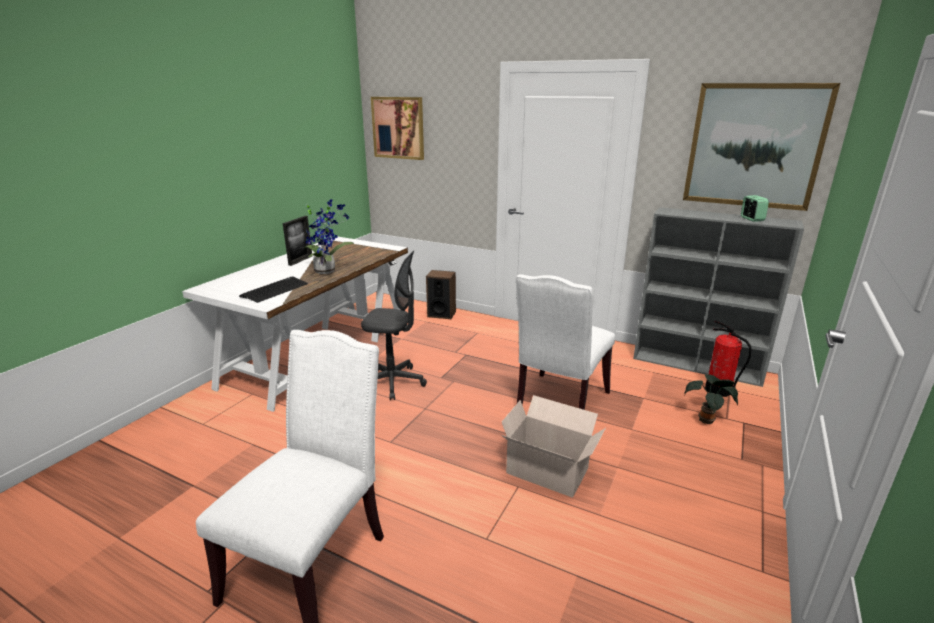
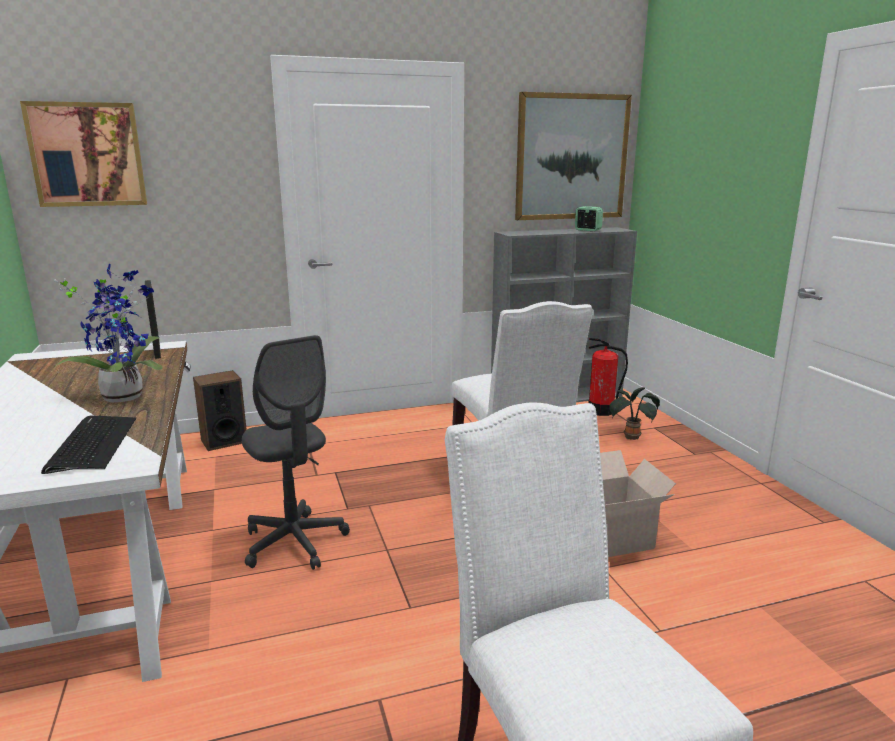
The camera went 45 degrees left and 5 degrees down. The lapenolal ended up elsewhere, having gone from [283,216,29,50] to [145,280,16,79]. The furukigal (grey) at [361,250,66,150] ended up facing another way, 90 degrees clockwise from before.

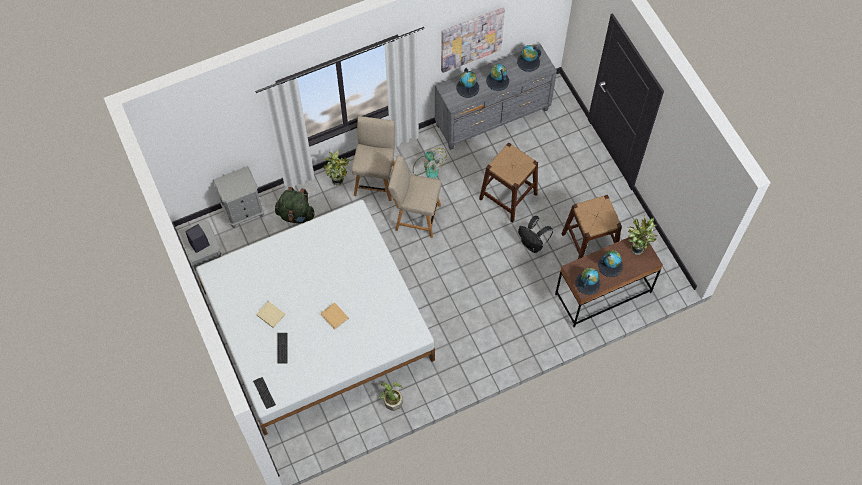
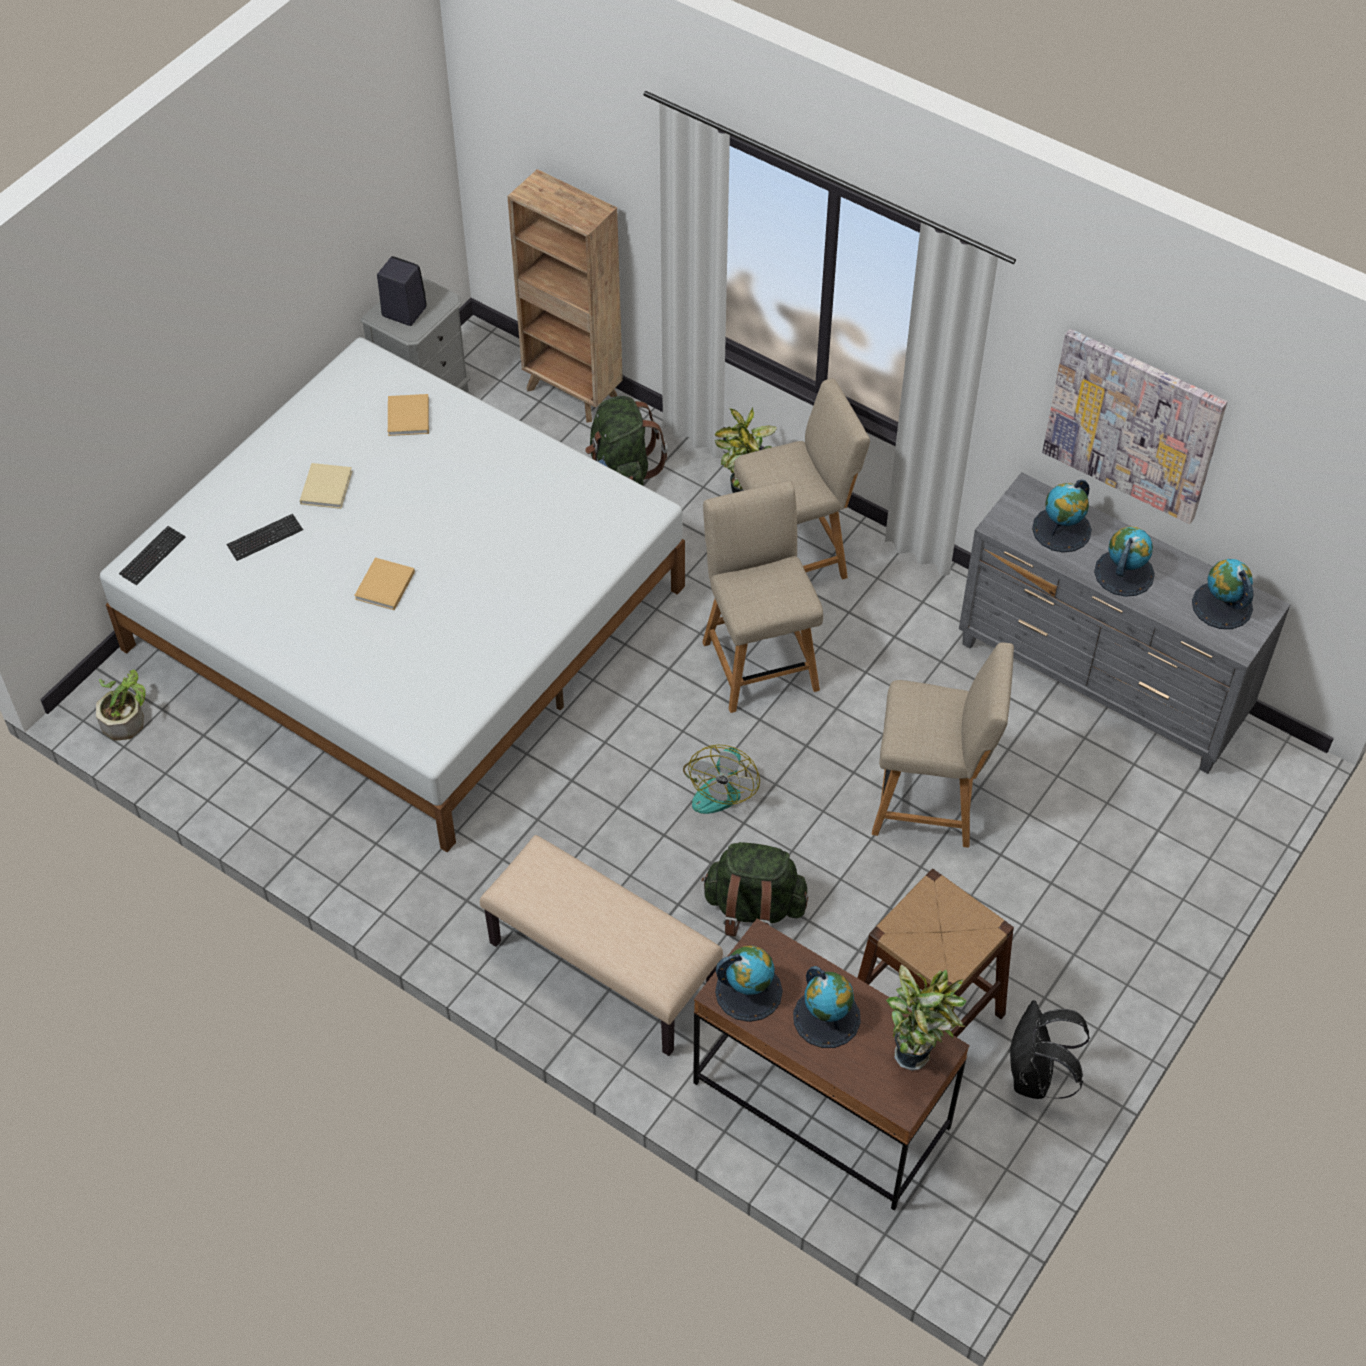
The camera went 60 degrees right and 10 degrees down. Where the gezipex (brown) stood at [479,143,59,80], the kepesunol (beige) came to stand at [872,643,142,205]. The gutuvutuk ended up elsewhere, having gone from [413,148,34,31] to [683,744,77,70]. Where the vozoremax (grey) stood at [213,166,51,62], the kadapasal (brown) came to stand at [507,169,116,253]. The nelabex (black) ended up elsewhere, having gone from [518,216,35,37] to [1009,1000,81,99]. The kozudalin ended up elsewhere, having gone from [378,382,25,29] to [96,669,50,72]. The second view gained the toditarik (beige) at [388,394,41,42]. The second view gained the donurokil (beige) at [480,835,243,221]. The second view gained the nelabex (green) at [701,842,107,95].

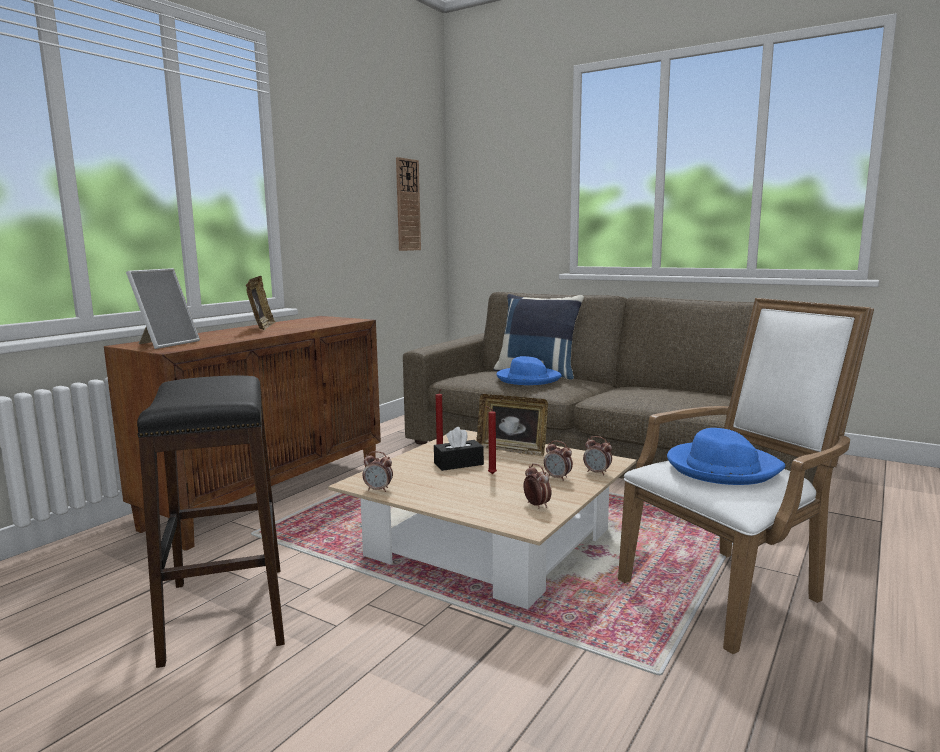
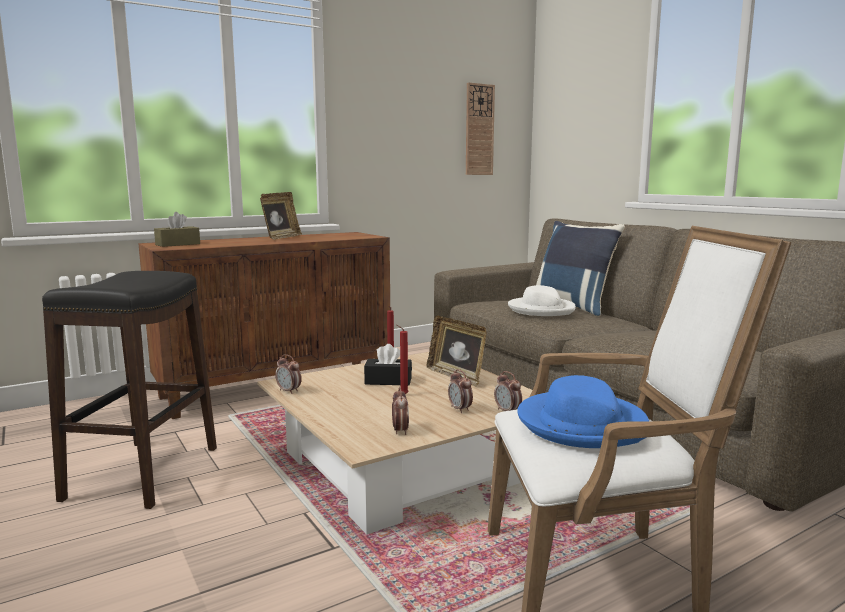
The camera went 25 degrees right and 0 degrees up. Where the lapenolal stood at [126,268,74,81], the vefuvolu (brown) came to stand at [154,212,46,35]. What was the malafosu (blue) at [496,356,66,29] turned into the malafosu (white) at [508,285,68,31].

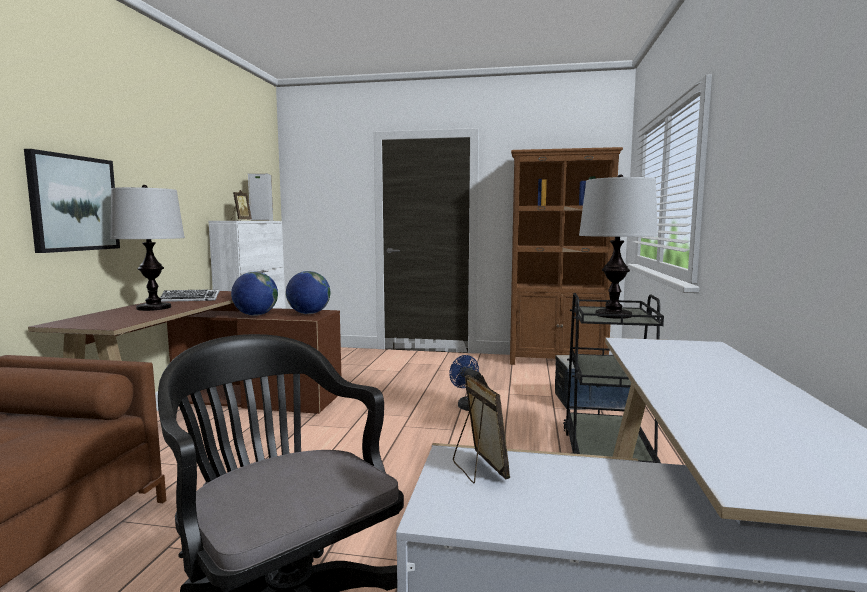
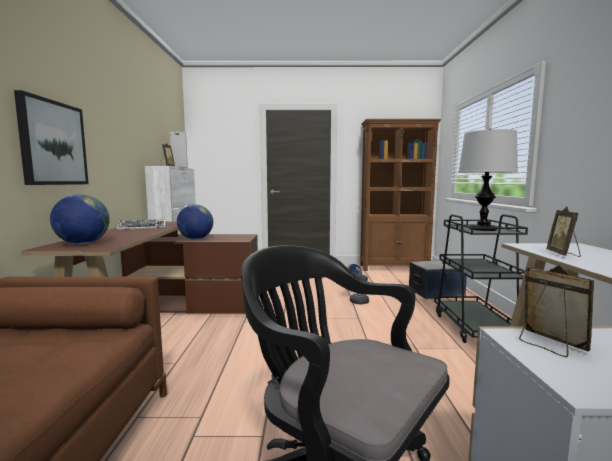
The camera went 10 degrees left and 0 degrees up. The second view lost the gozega at [110,185,75,126]. The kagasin ended up elsewhere, having gone from [286,271,44,43] to [50,194,60,50]. The second view gained the lapenolal at [546,207,35,50].

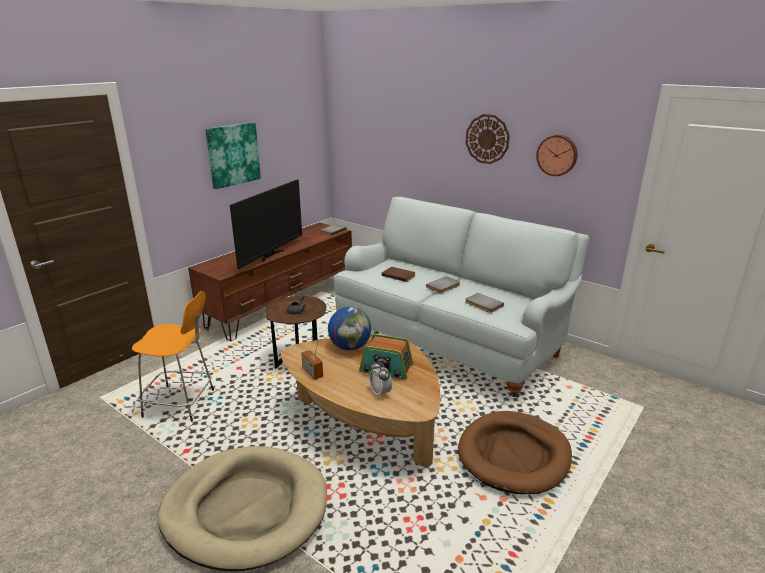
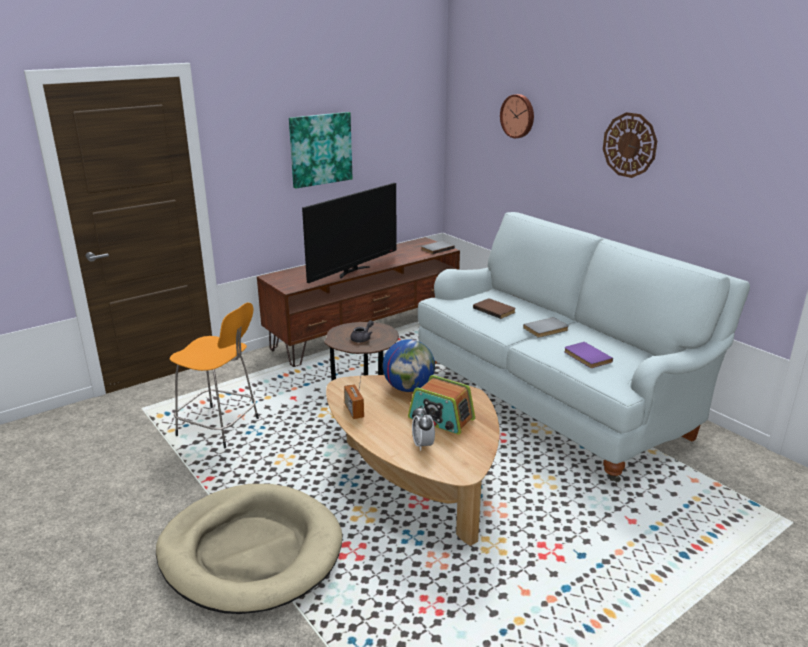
The camera went 15 degrees right and 0 degrees up. The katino ended up elsewhere, having gone from [536,135,41,41] to [500,94,34,44]. What was the toditarik (grey) at [465,293,39,20] turned into the toditarik (purple) at [564,342,49,26]. The second view lost the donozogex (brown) at [458,411,114,83].

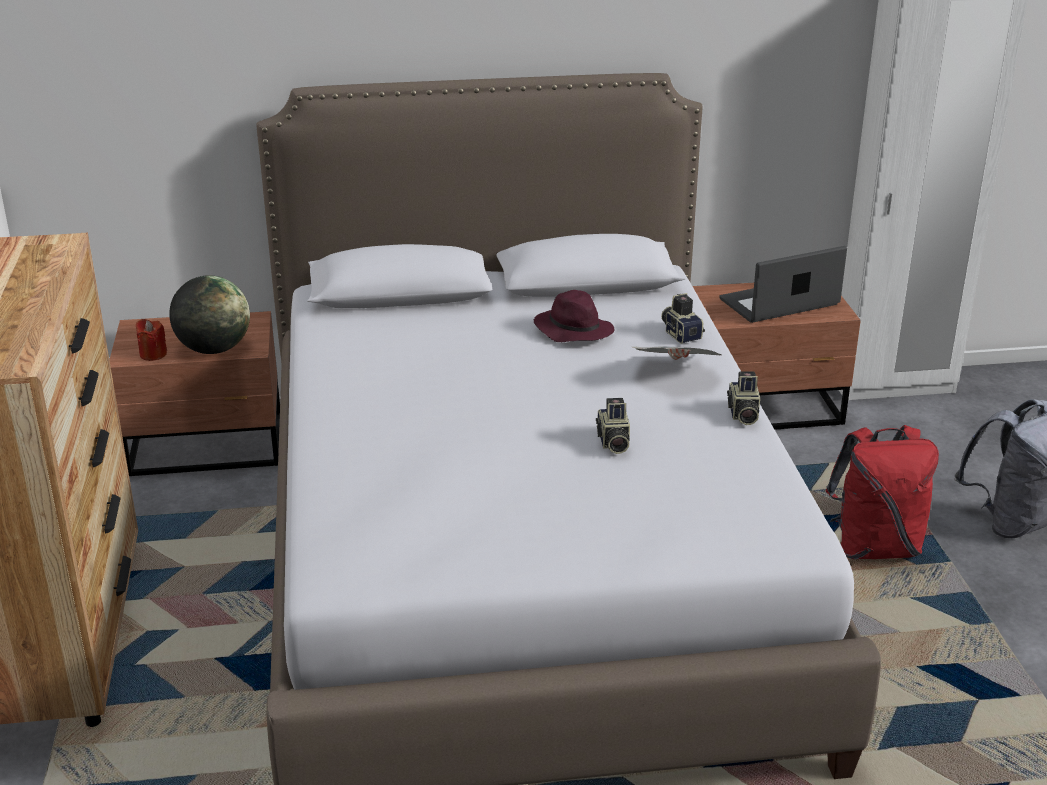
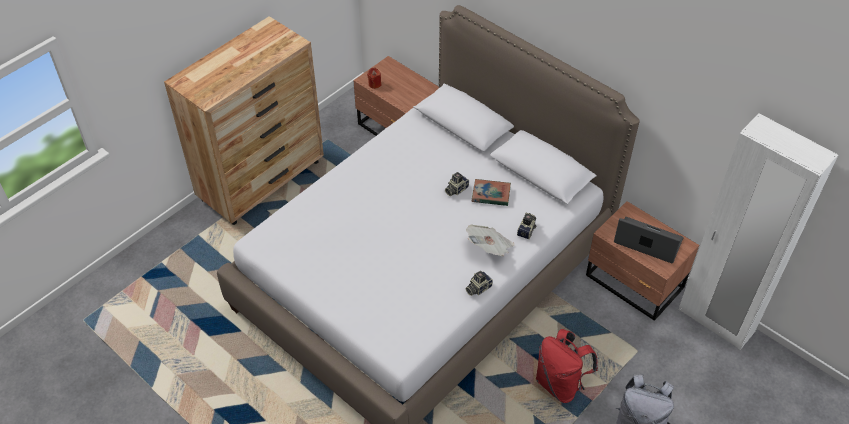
The camera went 50 degrees right and 20 degrees up. The second view lost the kagasin at [169,275,81,79]. Where the malafosu (purple) stood at [534,290,80,52], the toditarik came to stand at [472,179,39,27]. The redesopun ended up elsewhere, having gone from [596,398,34,56] to [445,172,24,24].

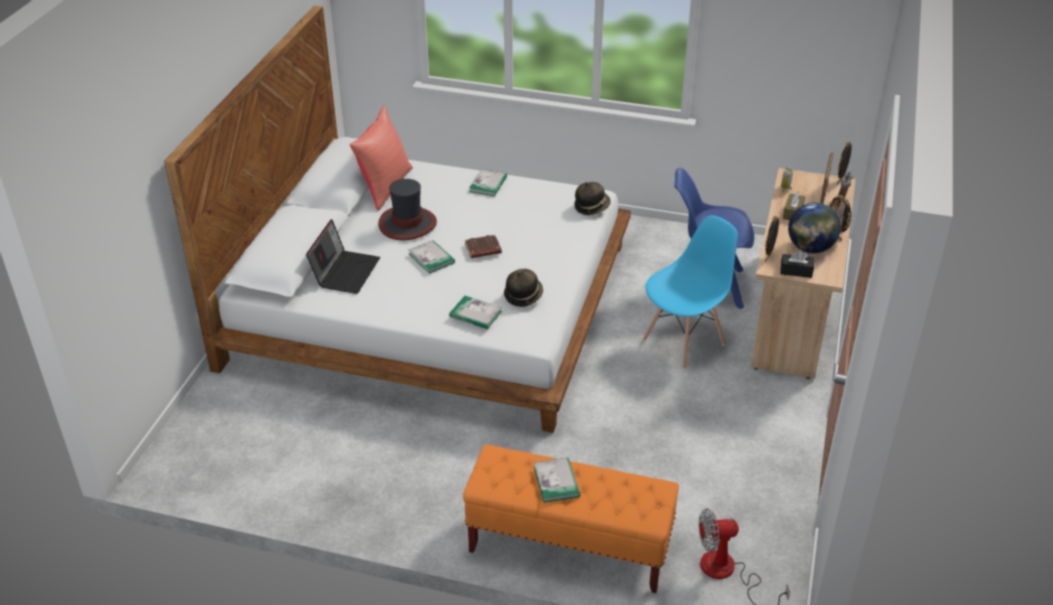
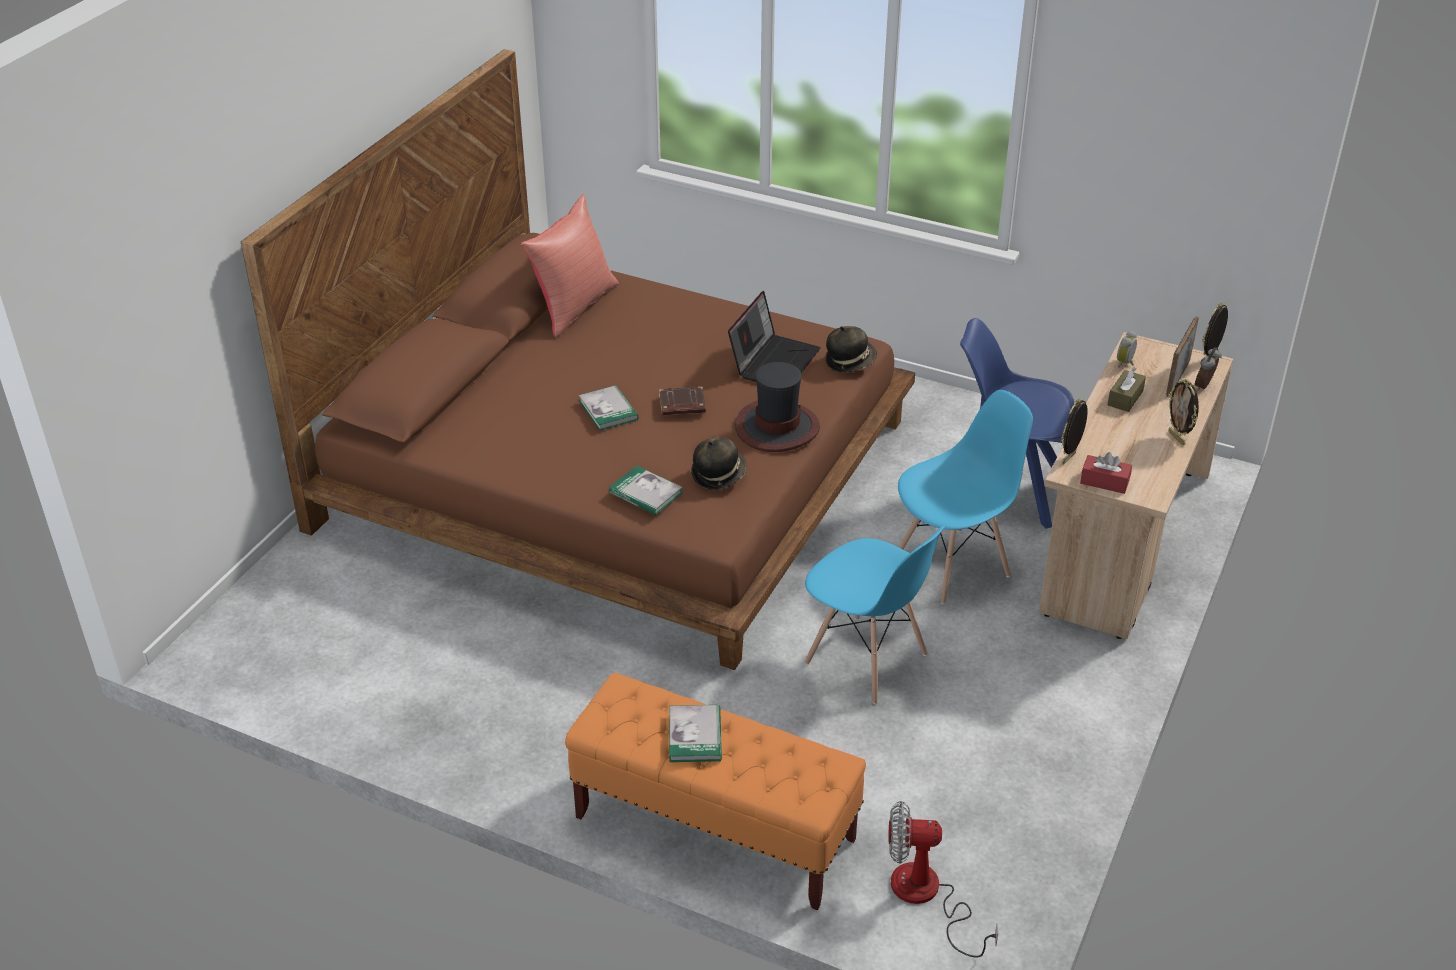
The camera went 10 degrees right and 0 degrees up. What was the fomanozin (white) at [164,5,467,428] turned into the fomanozin (brown) at [241,49,674,621]. The second view lost the toditarik at [469,169,38,27]. The malafosu ended up elsewhere, having gone from [378,179,59,62] to [735,362,85,90]. The second view lost the kagasin at [788,203,53,50]. The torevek ended up elsewhere, having gone from [306,219,74,75] to [728,291,93,91]. What was the vefuvolu (black) at [780,250,34,28] turned into the vefuvolu (red) at [1080,452,52,42]. The second view gained the kepesunol (blue) at [804,523,143,181].

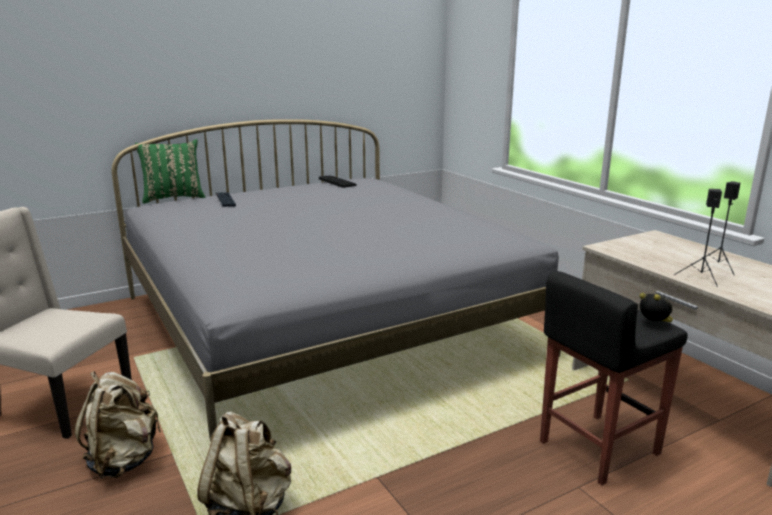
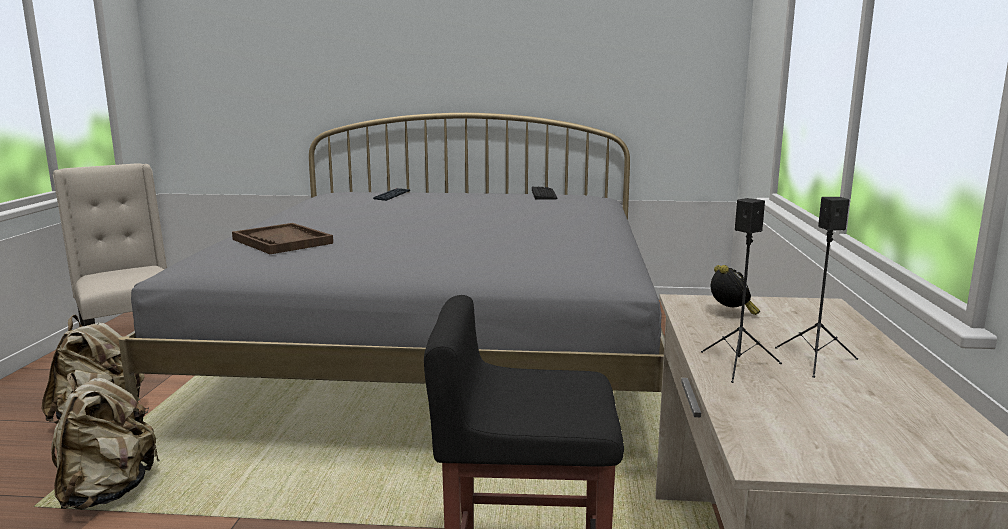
The camera went 35 degrees right and 5 degrees down. The second view lost the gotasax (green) at [135,139,71,65]. The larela ended up elsewhere, having gone from [639,293,34,29] to [711,265,49,50]. The second view gained the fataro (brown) at [232,223,101,31].

